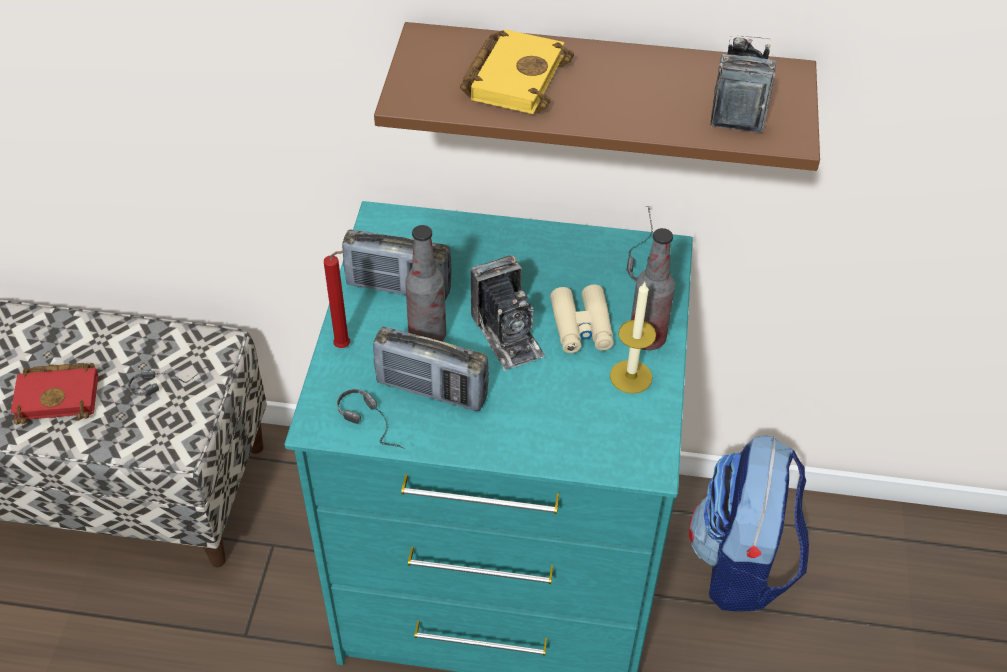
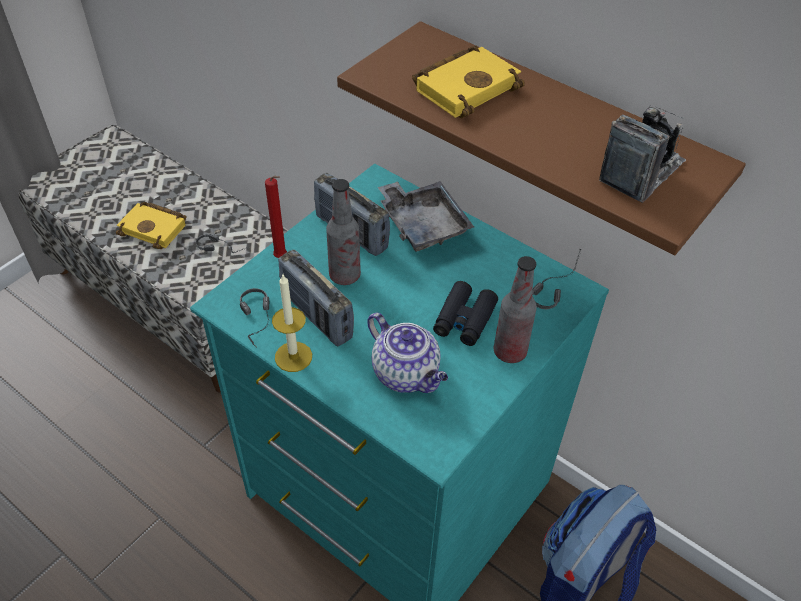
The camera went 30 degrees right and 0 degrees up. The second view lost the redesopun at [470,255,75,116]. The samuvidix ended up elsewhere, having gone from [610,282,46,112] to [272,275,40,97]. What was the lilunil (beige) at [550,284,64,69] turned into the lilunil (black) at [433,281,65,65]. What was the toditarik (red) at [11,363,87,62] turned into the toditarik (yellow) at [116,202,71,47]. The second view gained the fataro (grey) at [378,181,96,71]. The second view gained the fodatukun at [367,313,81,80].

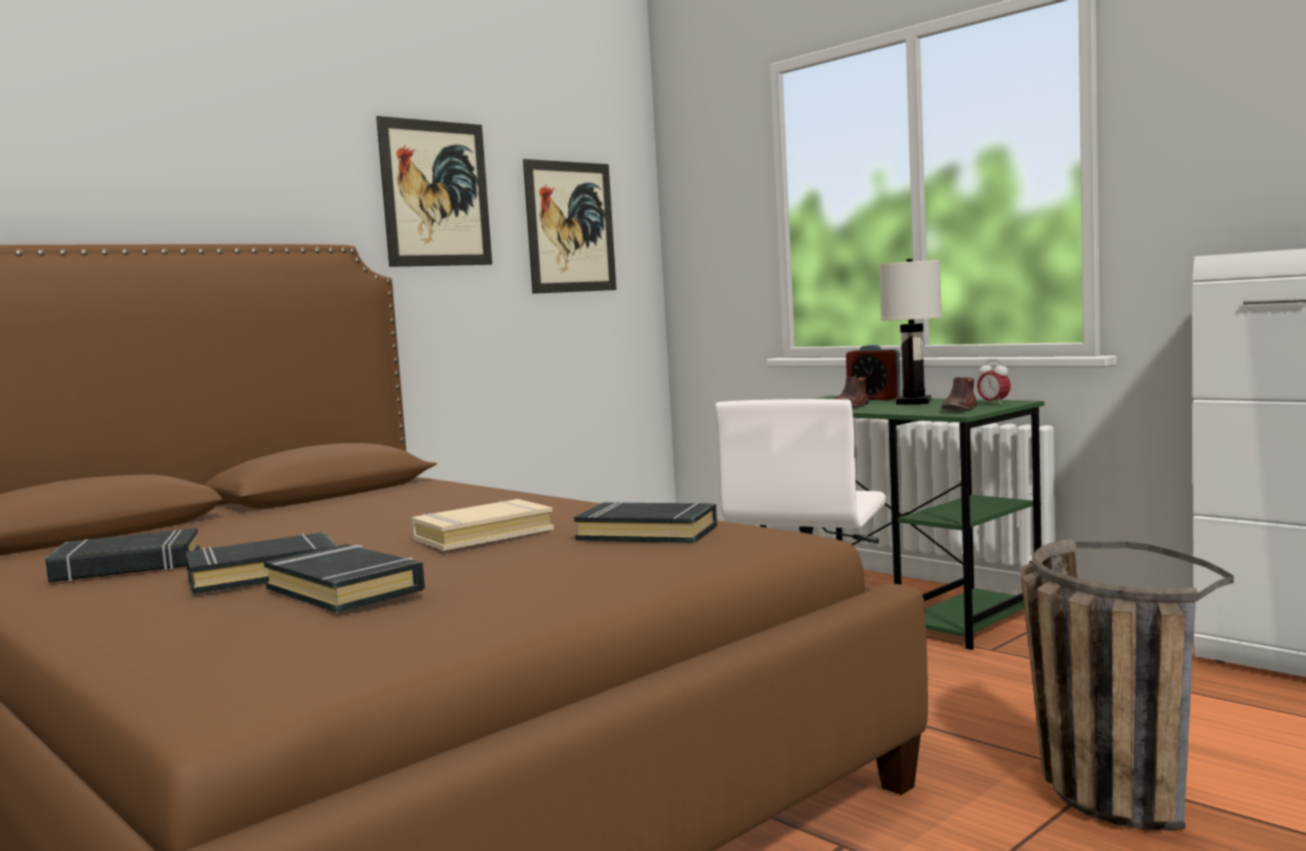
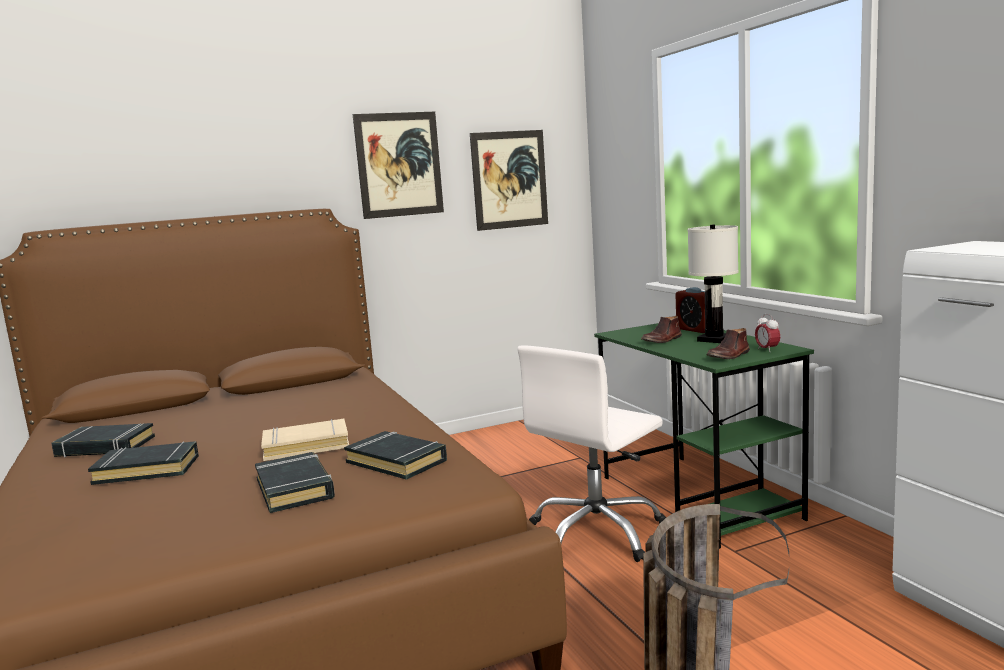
The camera went 20 degrees right and 5 degrees up. The toditarik (black) ended up elsewhere, having gone from [264,544,161,69] to [255,452,80,61].

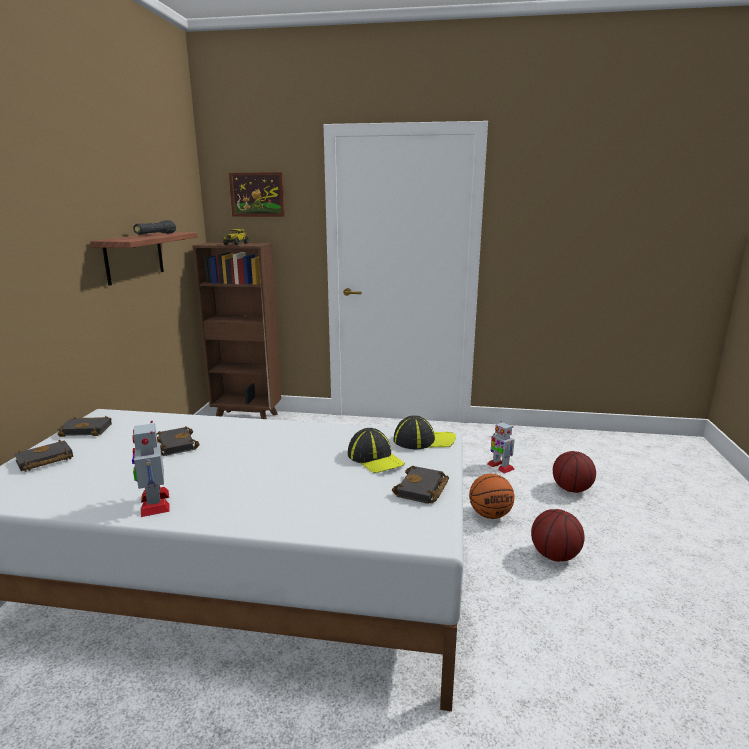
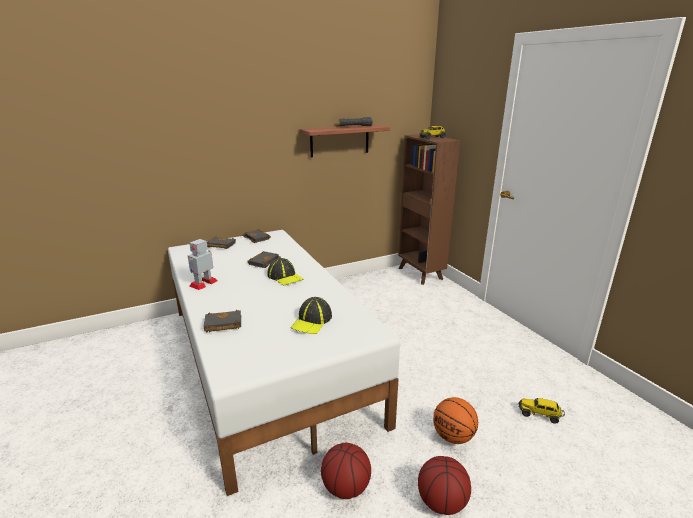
The camera went 55 degrees right and 5 degrees up. The second view lost the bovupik at [229,172,56,45]. The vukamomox ended up elsewhere, having gone from [394,415,62,34] to [267,258,36,27]. Where the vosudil stood at [487,421,28,52], the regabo came to stand at [518,398,47,26]. The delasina ended up elsewhere, having gone from [553,451,43,42] to [321,443,50,56]. The toditarik (black) ended up elsewhere, having gone from [392,466,57,38] to [204,310,37,22].

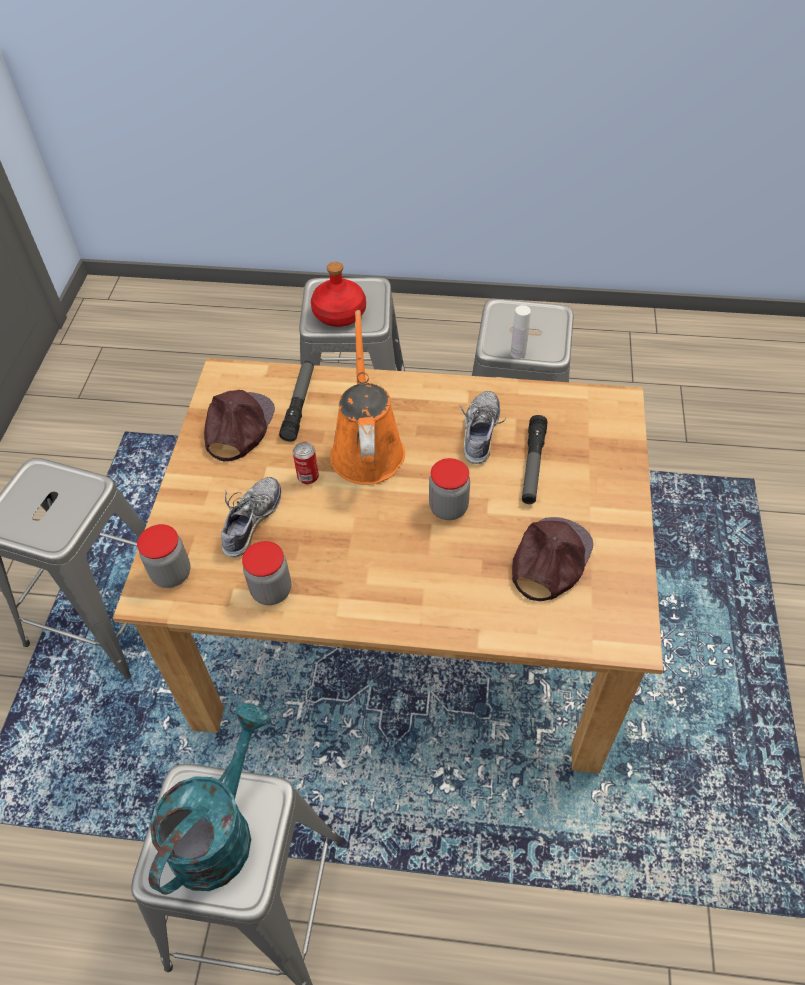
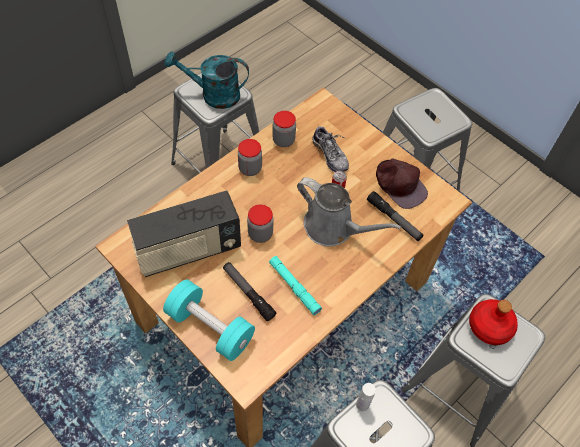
The camera went 125 degrees right and 5 degrees up. What was the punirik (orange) at [330,310,75,175] turned into the punirik (grey) at [297,177,104,69]. Where the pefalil stood at [459,391,47,73], the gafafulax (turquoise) came to stand at [269,256,53,59]. Where the vukamomox (brown) stood at [512,517,81,84], the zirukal came to stand at [127,191,114,86]. The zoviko ended up elsewhere, having gone from [137,524,54,64] to [238,139,24,37]. The punirik (turquoise) at [149,703,121,192] ended up facing another way, 120 degrees clockwise from before. The second view gained the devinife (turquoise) at [163,279,92,82].

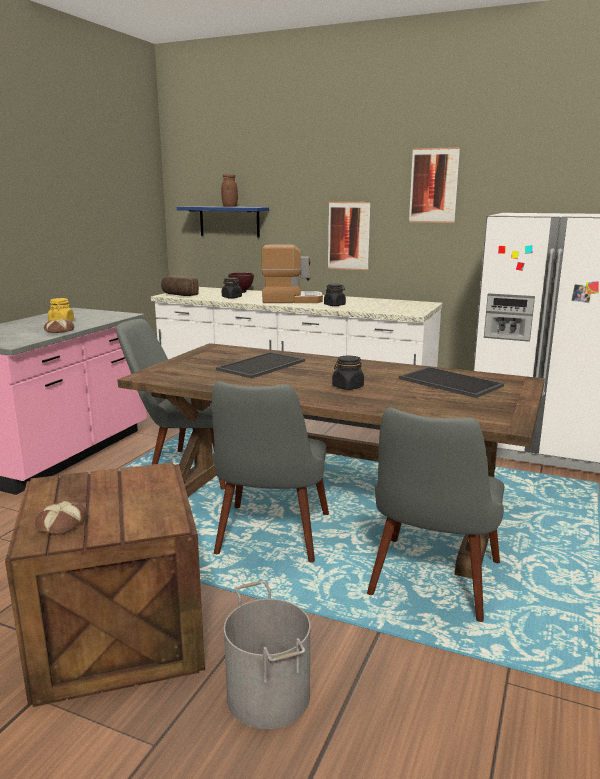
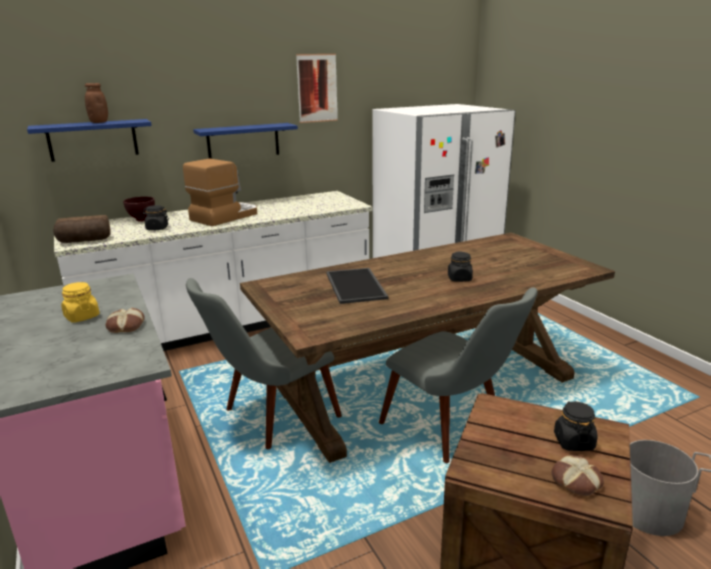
The camera went 50 degrees left and 5 degrees up. Where the bovupik hung at [328,202,43,68], the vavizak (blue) came to hang at [193,123,105,36]. The zoviko (black) ended up elsewhere, having gone from [324,284,22,22] to [554,401,44,50]. The second view lost the fataro at [399,367,105,31]. The second view lost the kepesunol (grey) at [367,407,137,215].

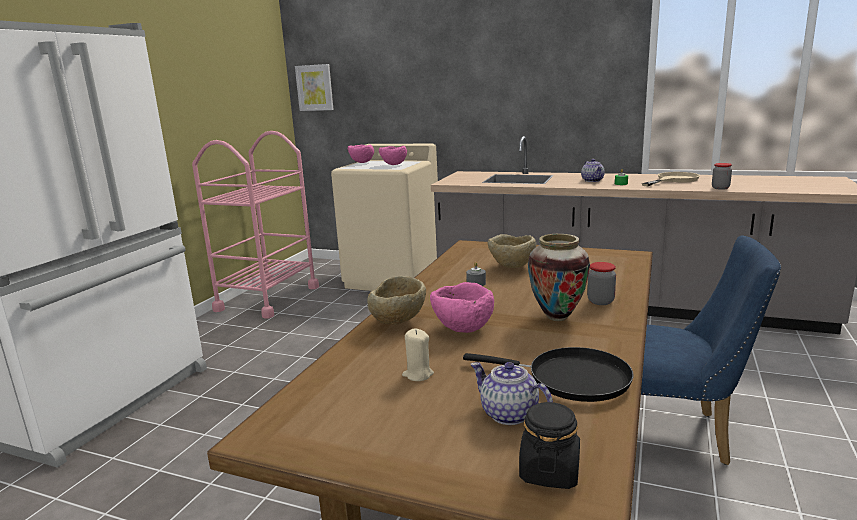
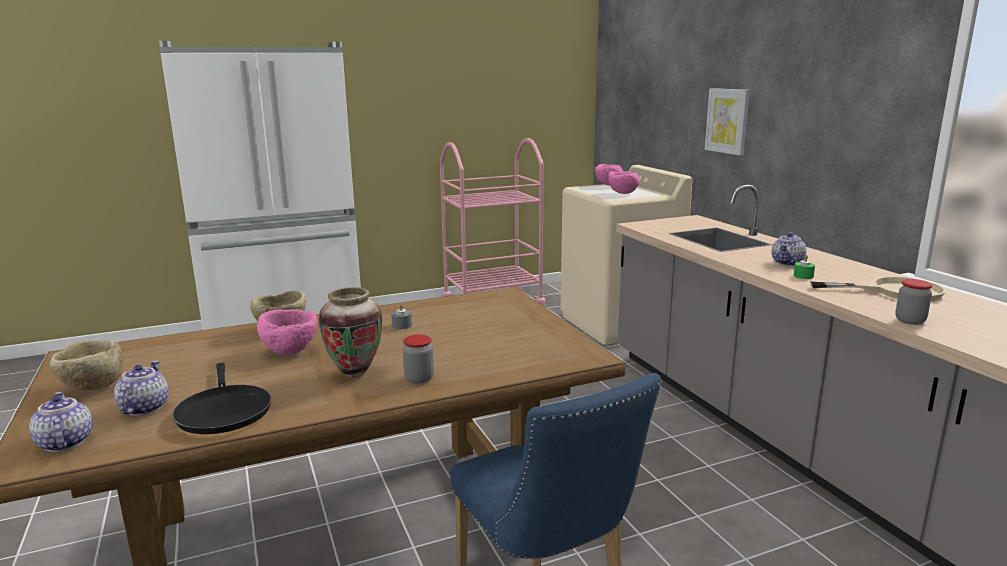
The camera went 45 degrees right and 0 degrees up. The bovupik ended up elsewhere, having gone from [295,64,39,47] to [705,88,45,67]. The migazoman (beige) ended up elsewhere, having gone from [488,234,48,34] to [49,339,75,51]. The second view lost the samuvidix (beige) at [402,328,32,53]. Where the zoviko (black) stood at [519,402,61,87], the fodatukun came to stand at [29,392,64,60].

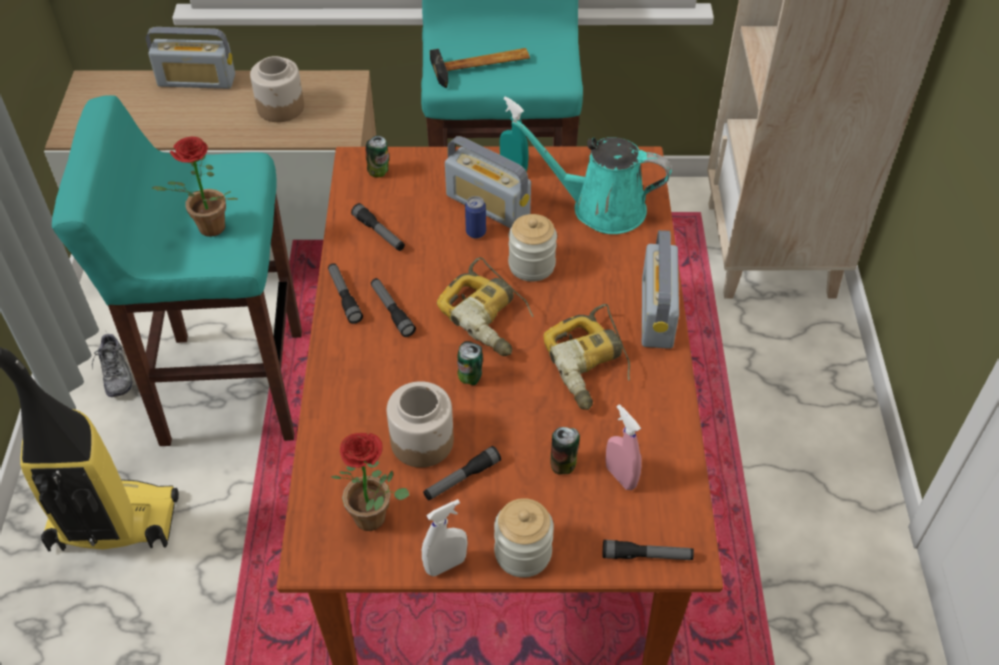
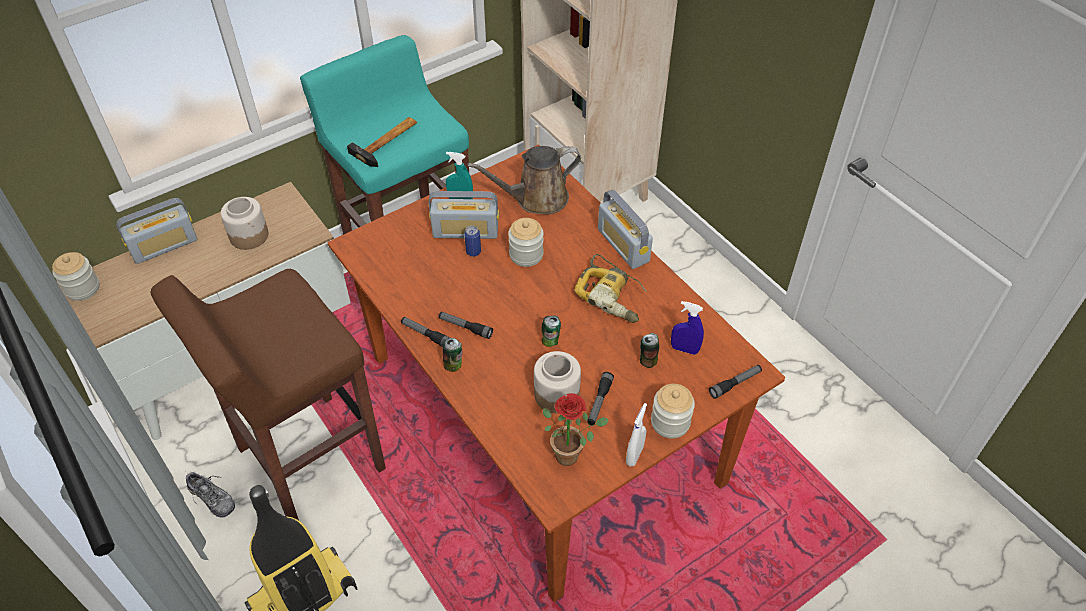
The camera went 35 degrees left and 0 degrees up. What was the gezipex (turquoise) at [52,95,250,351] turned into the gezipex (brown) at [151,269,235,251]. What was the punirik (turquoise) at [512,119,160,115] turned into the punirik (brown) at [468,146,113,68]. The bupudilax ended up elsewhere, having gone from [366,136,23,41] to [442,338,20,34]. The second view lost the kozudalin at [151,137,87,100]. The second view lost the gafafulax at [351,203,54,48]. The second view lost the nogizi at [437,257,97,99]. What was the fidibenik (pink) at [605,404,37,86] turned into the fidibenik (blue) at [671,301,33,54]. The second view gained the zoviko at [52,252,48,49].

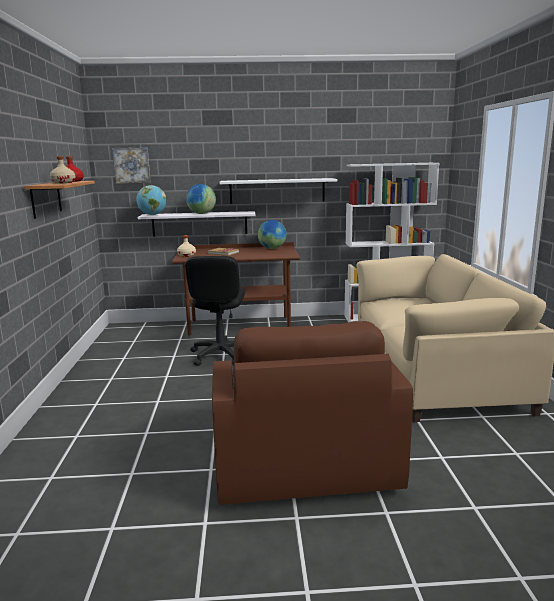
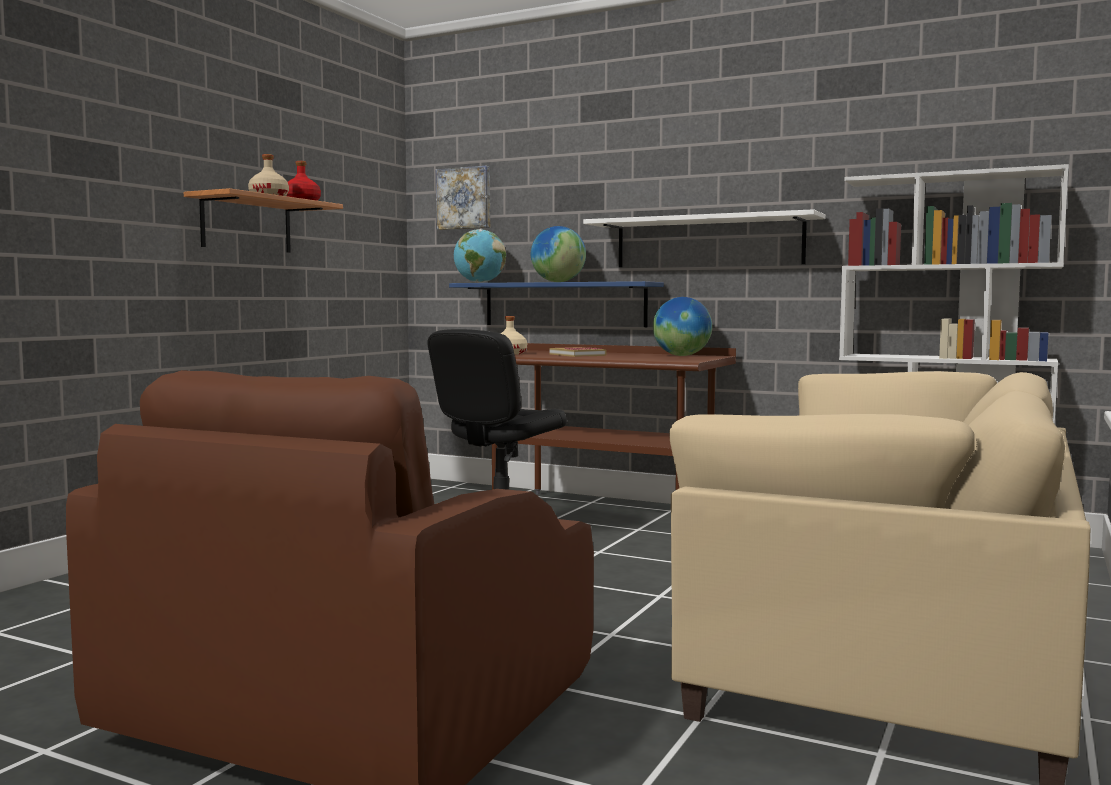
The camera went 30 degrees right and 10 degrees down. What was the vavizak (white) at [138,211,118,26] turned into the vavizak (blue) at [449,281,215,46].

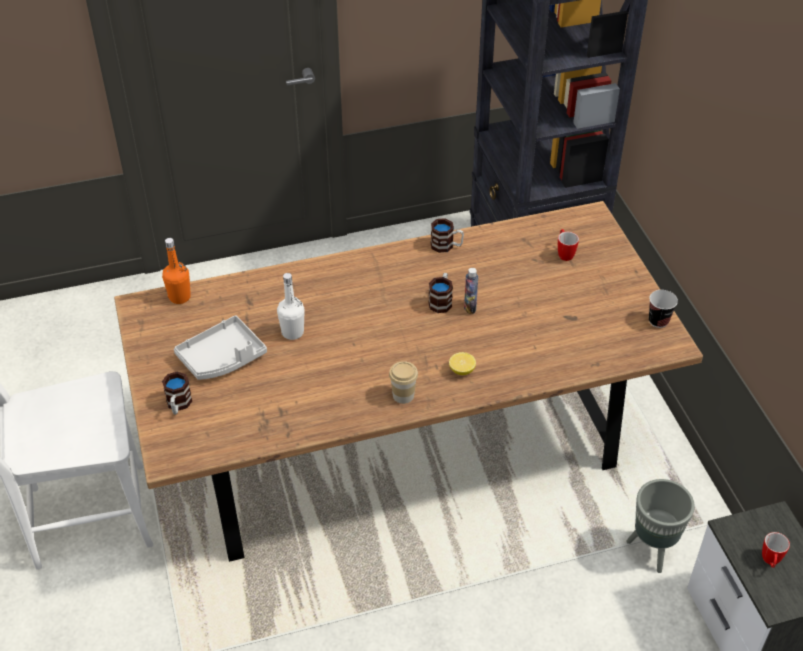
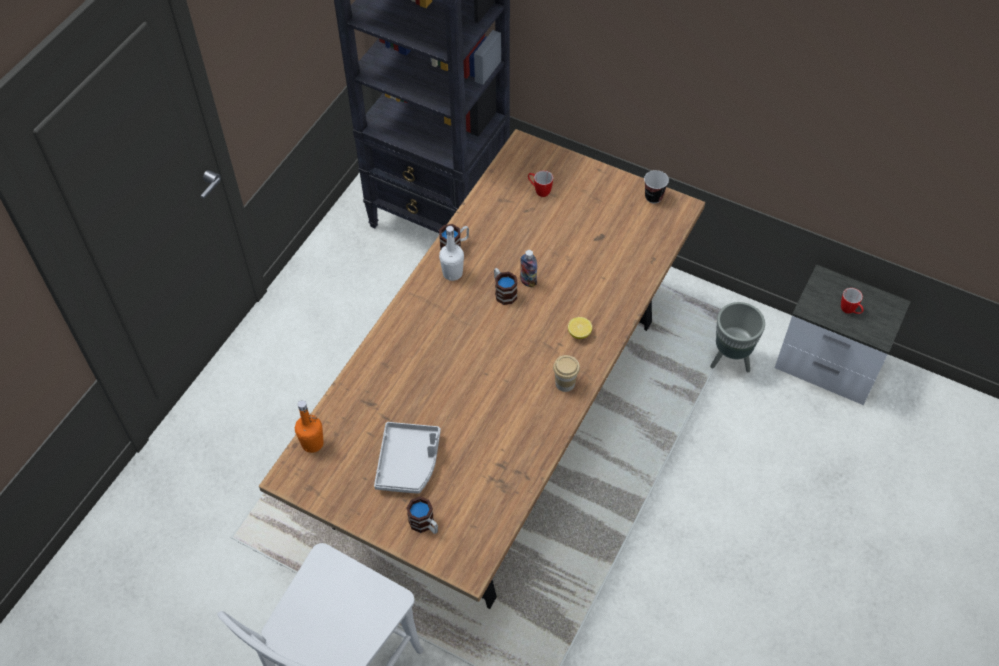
The camera went 45 degrees left and 10 degrees up. The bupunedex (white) ended up elsewhere, having gone from [277,273,28,67] to [439,226,25,55].

